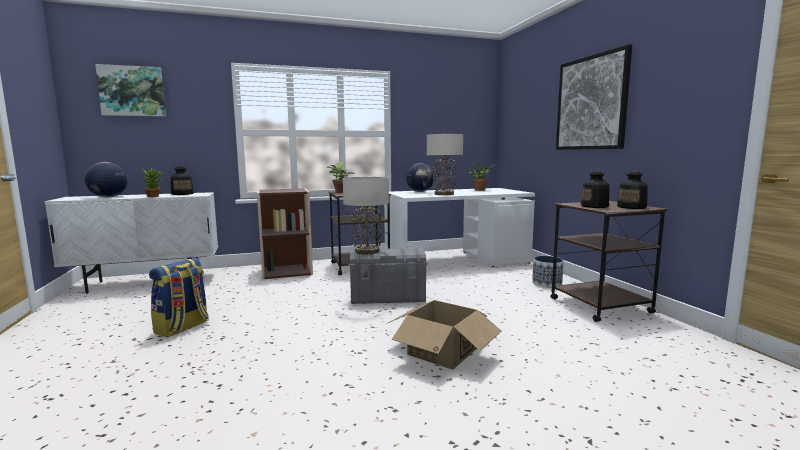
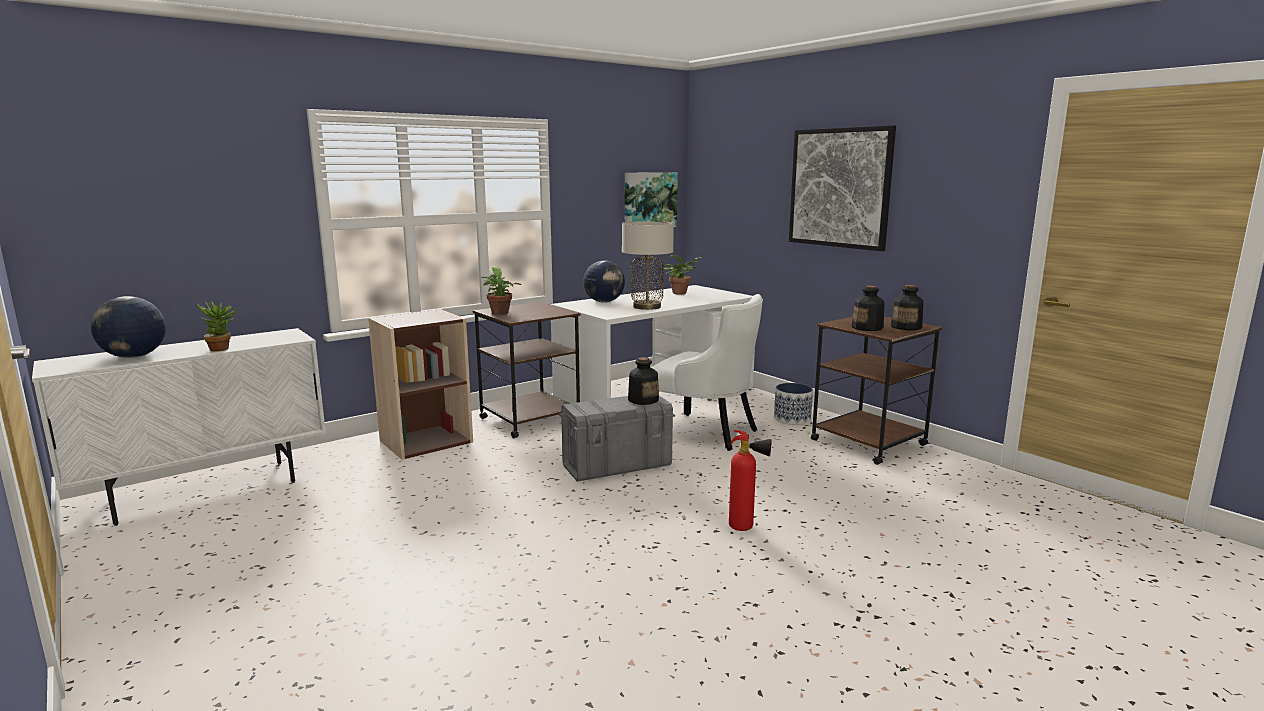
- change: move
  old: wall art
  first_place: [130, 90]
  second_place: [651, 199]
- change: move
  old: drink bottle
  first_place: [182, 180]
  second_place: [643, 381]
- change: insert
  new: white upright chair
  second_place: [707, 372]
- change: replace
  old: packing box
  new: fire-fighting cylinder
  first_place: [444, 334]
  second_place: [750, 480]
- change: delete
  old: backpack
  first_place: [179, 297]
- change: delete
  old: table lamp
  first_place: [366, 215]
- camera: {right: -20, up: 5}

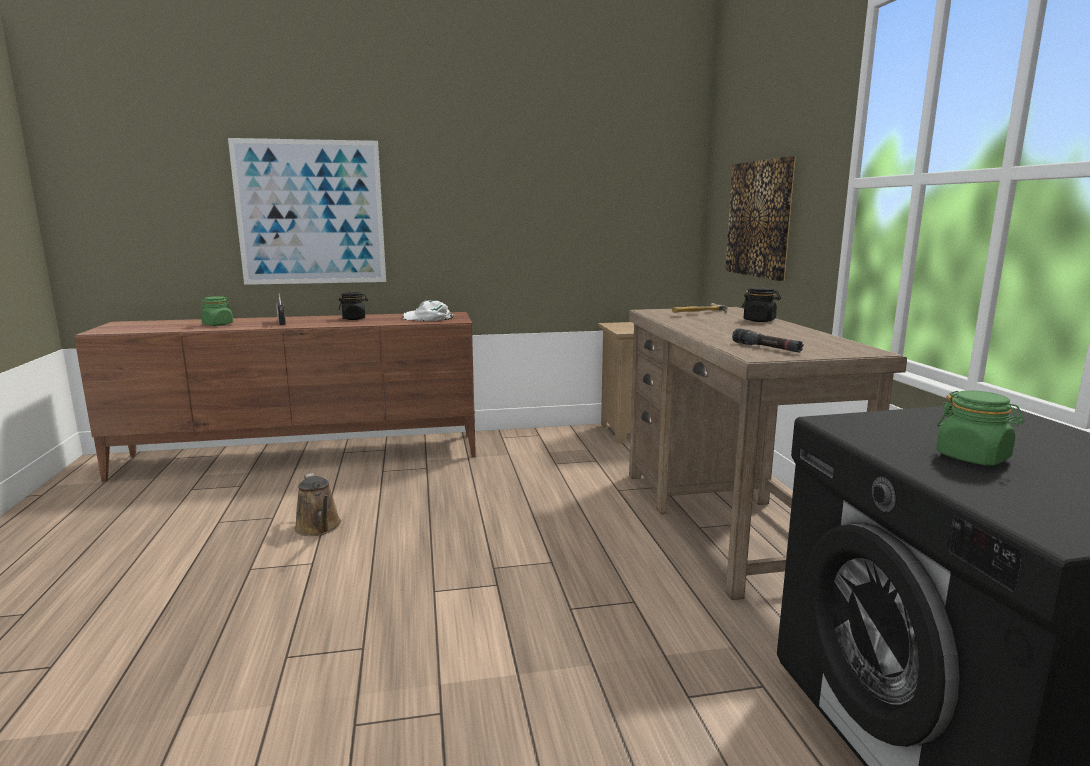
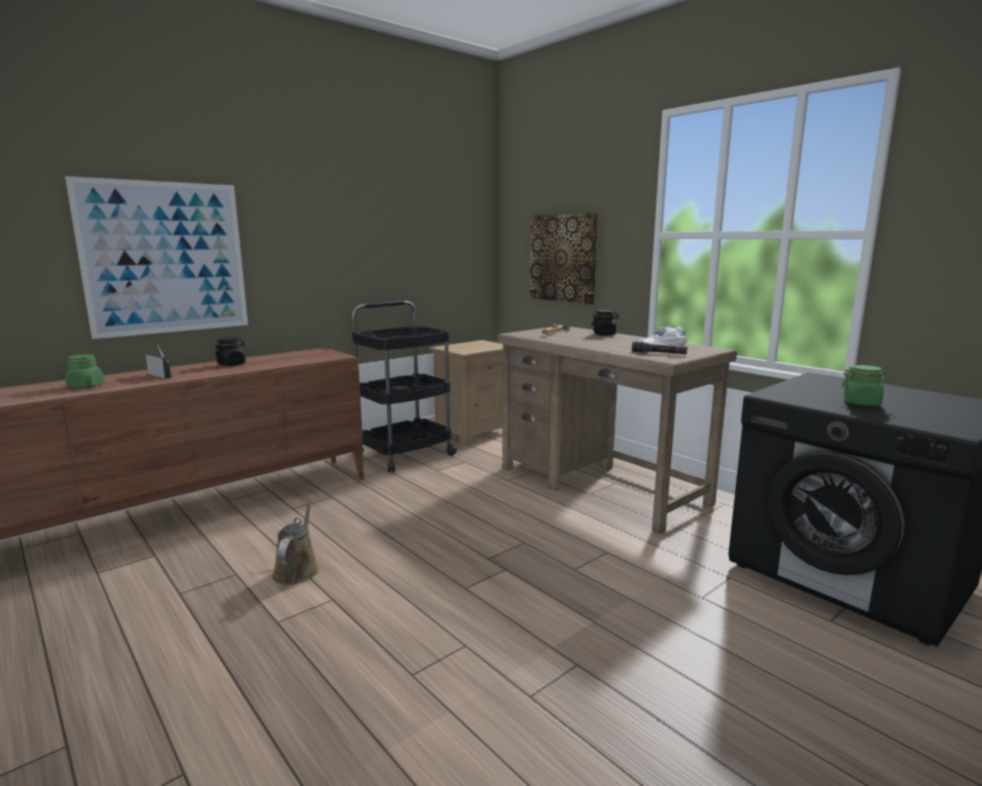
- change: rotate
  old: brown watering can
  first_place: [318, 504]
  second_place: [295, 539]
  degrees: -120
- change: insert
  new: black-coloured trolley
  second_place: [404, 386]
- change: move
  old: white baseball cap
  first_place: [428, 310]
  second_place: [663, 336]
- camera: {right: -30, up: 0}

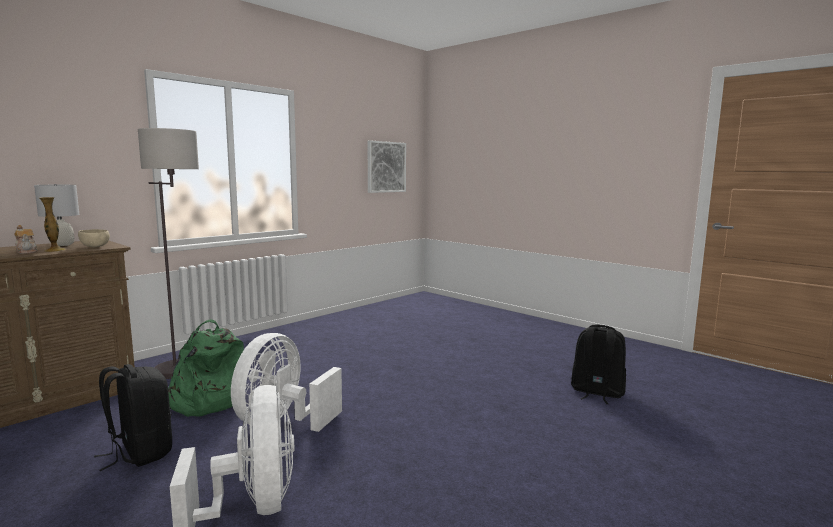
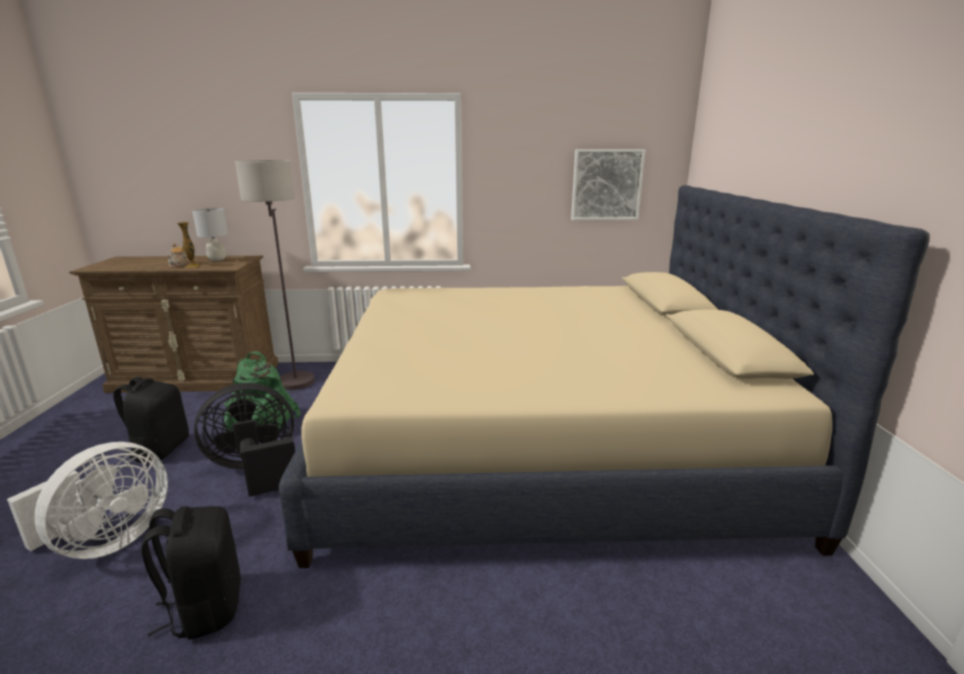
- change: move
  old: black-coloured backpack
  first_place: [598, 364]
  second_place: [191, 572]
- change: recolor
  old: white electric fan
  new: black-coloured electric fan
  first_place: [286, 382]
  second_place: [244, 440]
- change: insert
  new: beige bed
  second_place: [604, 376]
- change: delete
  old: beige bowl
  first_place: [94, 238]
- camera: {right: 45, up: 10}

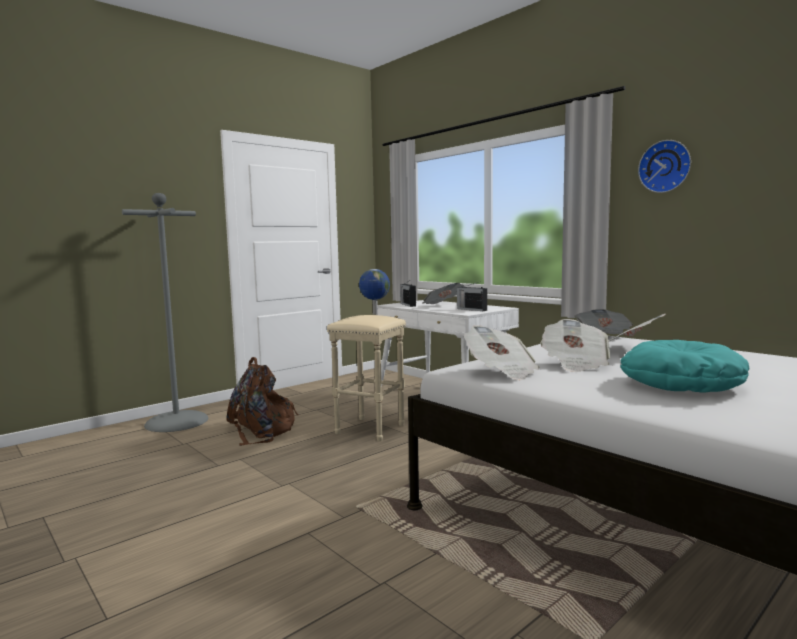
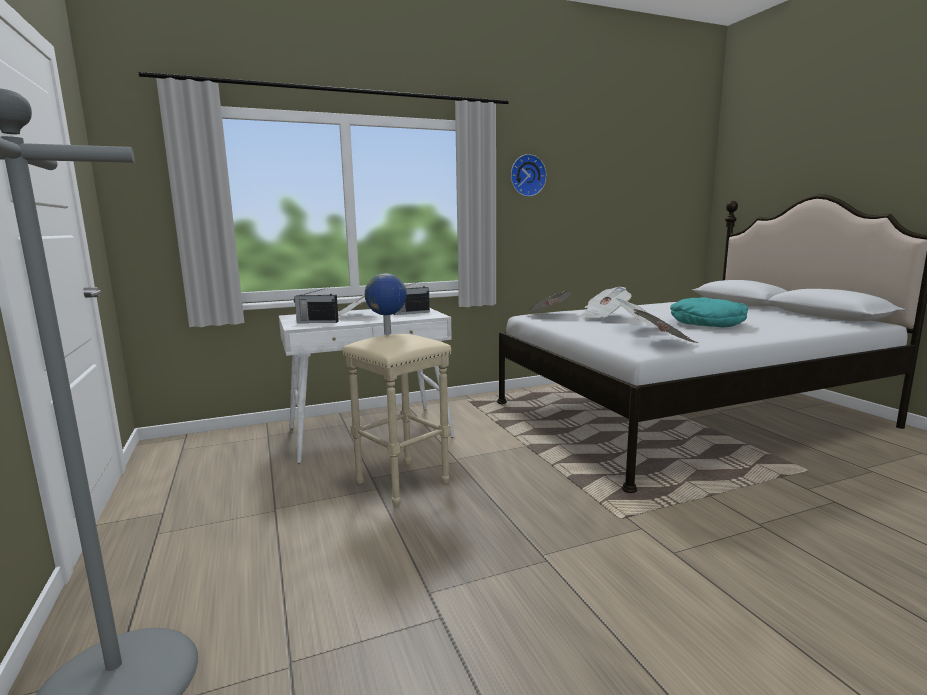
- change: delete
  old: brown backpack
  first_place: [262, 401]
- camera: {right: -70, up: 5}

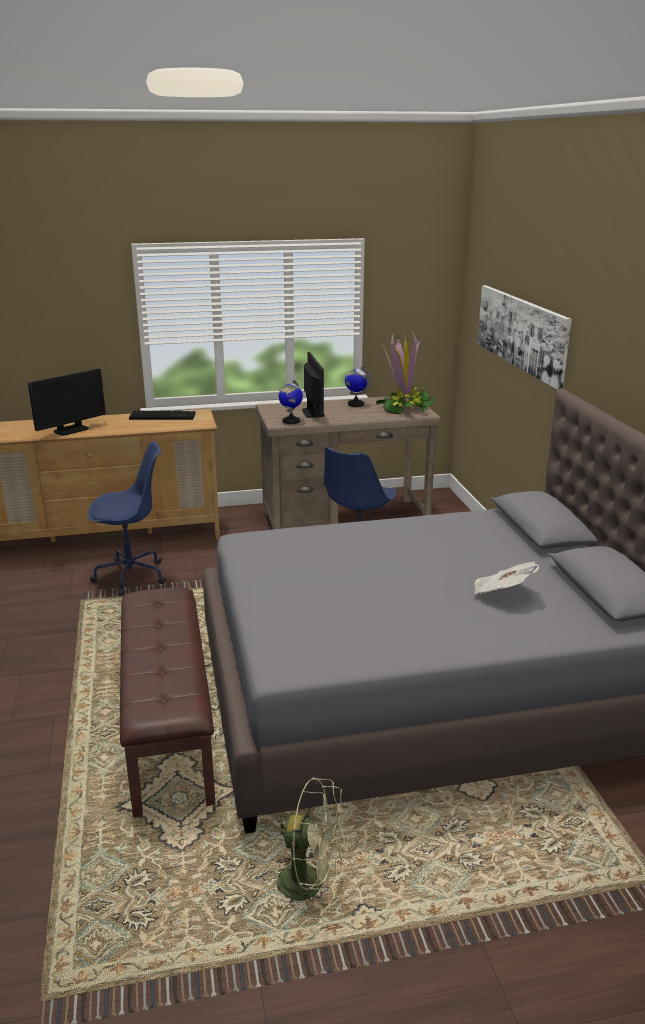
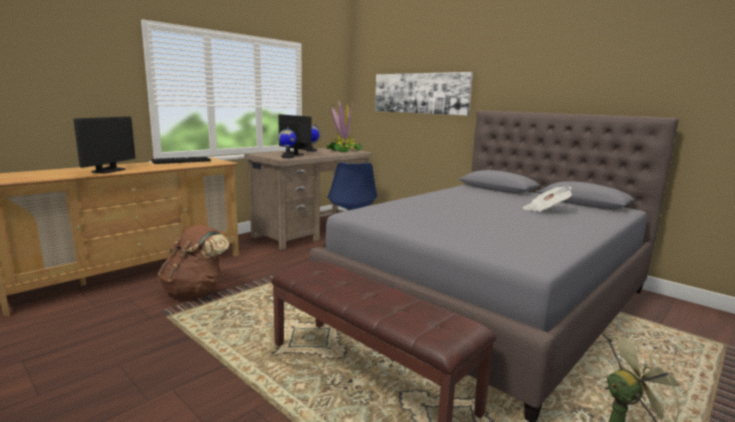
- change: replace
  old: blue-coloured office chair
  new: brown backpack
  first_place: [127, 518]
  second_place: [193, 260]
- camera: {right: -35, up: -10}

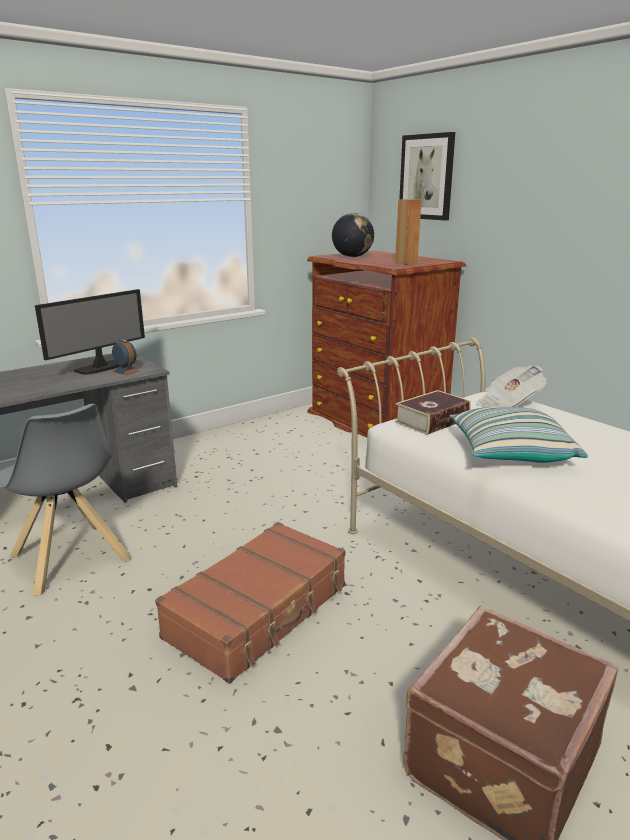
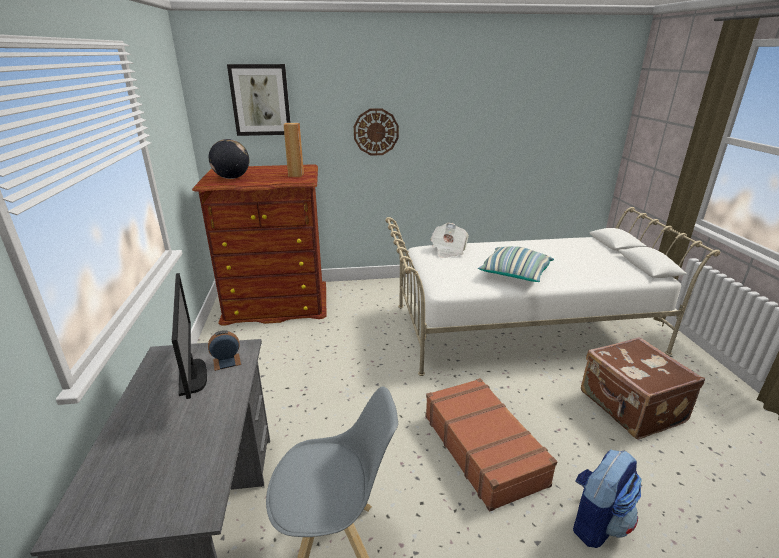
- change: insert
  new: wall clock
  second_place: [376, 132]
- change: insert
  new: backpack
  second_place: [607, 499]
- change: delete
  old: volume
  first_place: [433, 412]
- camera: {right: -60, up: 5}

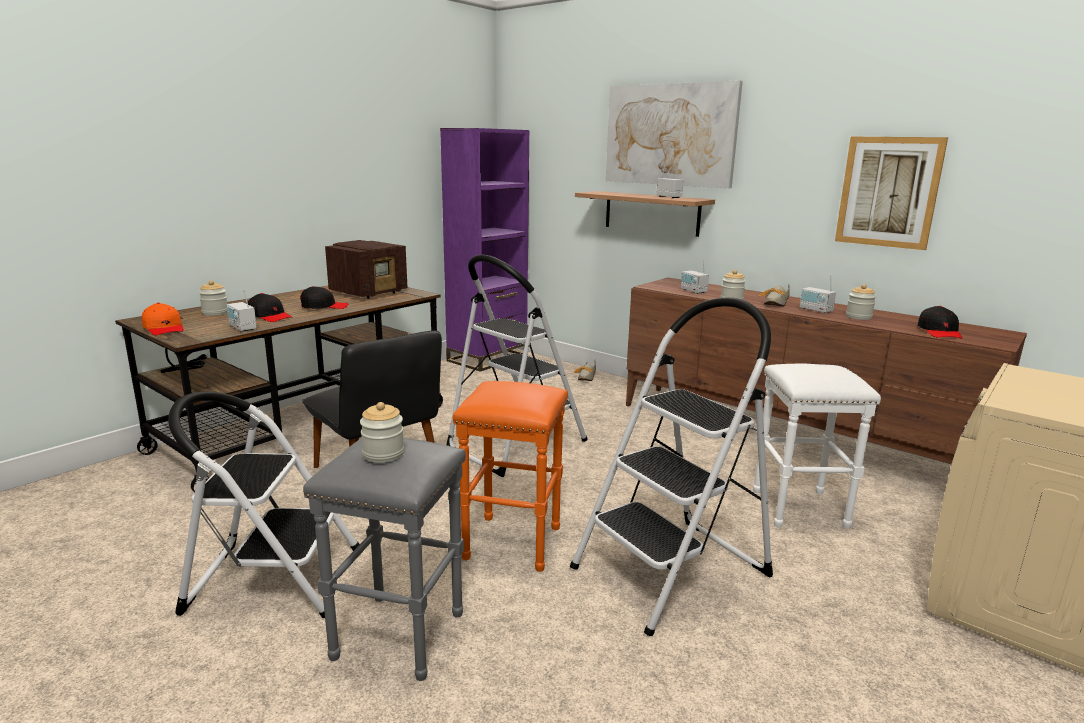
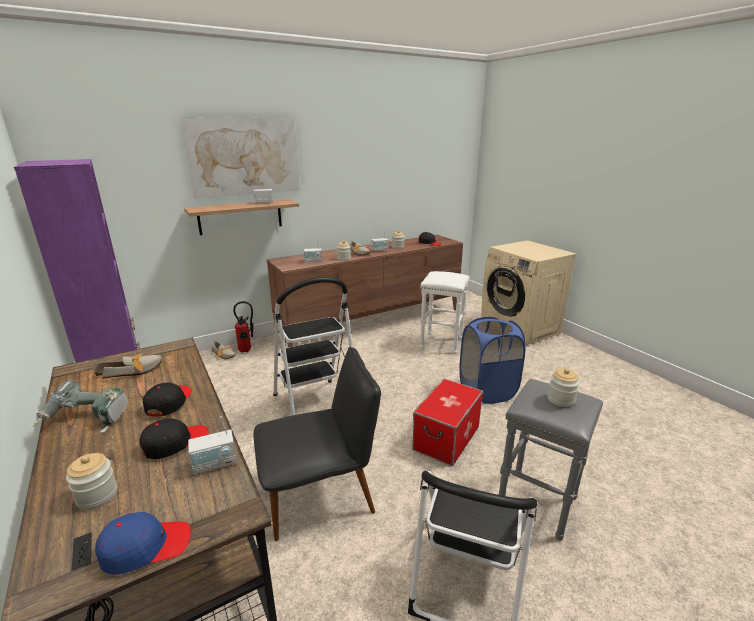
- change: insert
  new: power drill
  second_place: [80, 406]
- change: replace
  old: radio set
  new: item of footwear
  first_place: [366, 269]
  second_place: [127, 366]
- change: recolor
  old: orange baseball cap
  new: blue-coloured baseball cap
  first_place: [163, 319]
  second_place: [143, 543]
- change: insert
  new: fire-fighting cylinder
  second_place: [243, 327]
- change: replace
  old: orange stool
  new: storage box
  first_place: [510, 476]
  second_place: [447, 422]
- change: replace
  old: step ladder
  new: blue-coloured hamper
  first_place: [671, 466]
  second_place: [492, 360]
- change: delete
  old: wall art
  first_place: [891, 193]
- camera: {right: -70, up: 5}

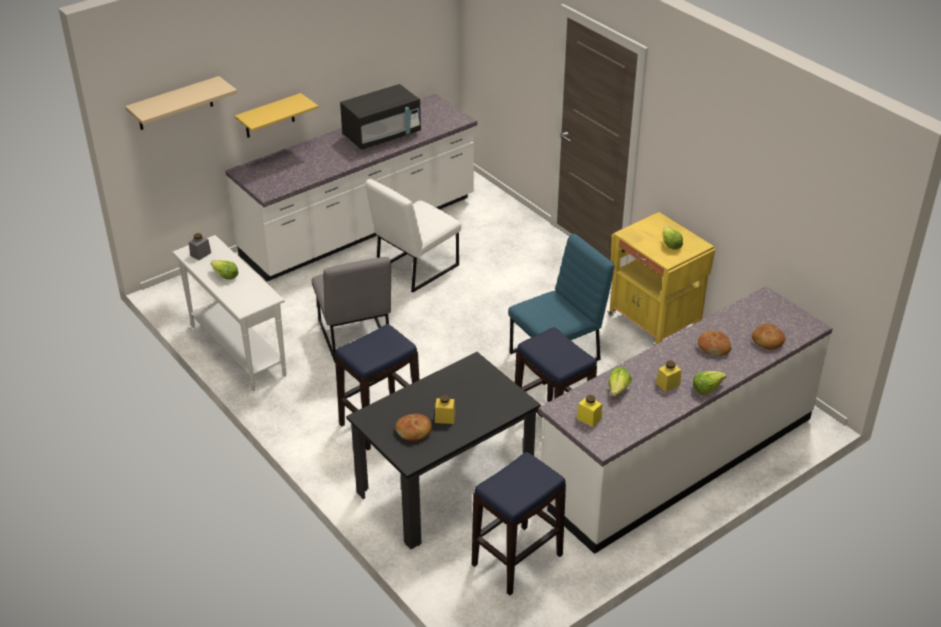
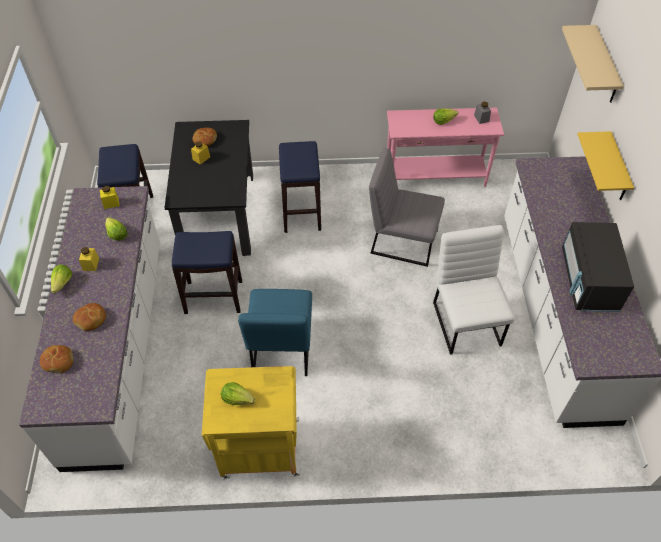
- change: recolor
  old: white hall table
  new: pink-coloured hall table
  first_place: [229, 313]
  second_place: [445, 147]
- camera: {right: 125, up: 15}

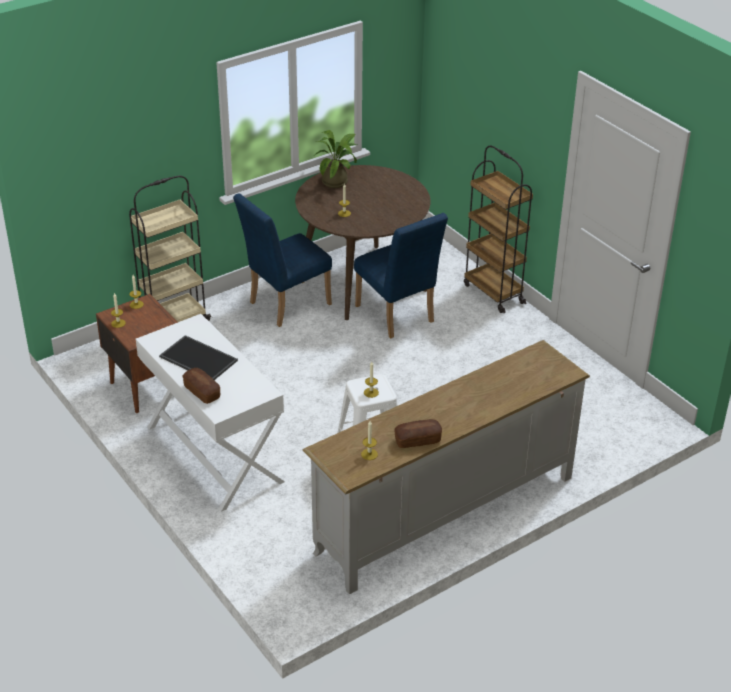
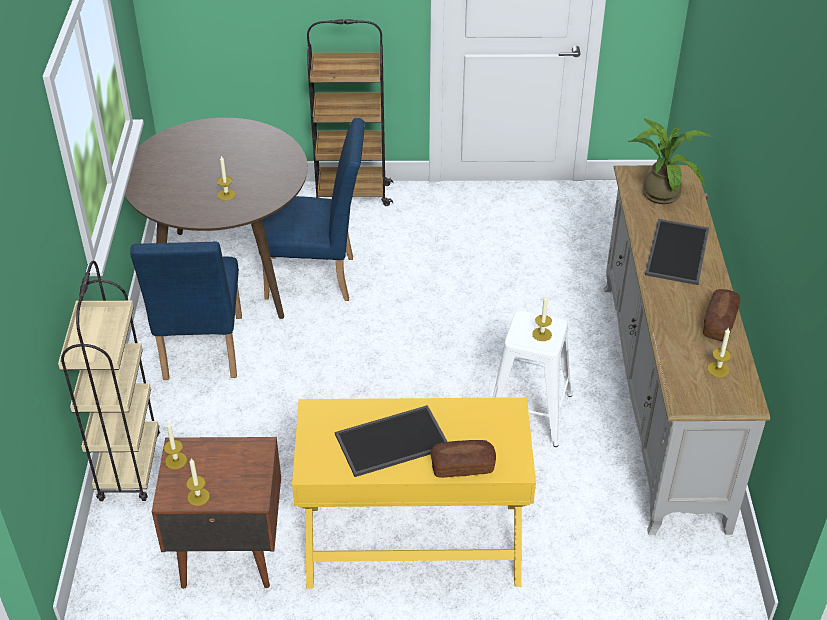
- change: recolor
  old: white hall table
  new: yellowish hall table
  first_place: [210, 413]
  second_place: [414, 493]
- change: move
  old: potted plant
  first_place: [335, 159]
  second_place: [670, 161]
- change: insert
  new: tray
  second_place: [677, 252]
- camera: {right: -55, up: 5}

